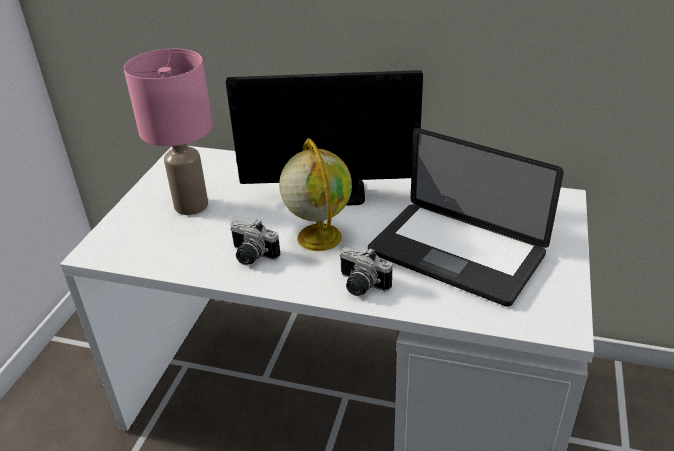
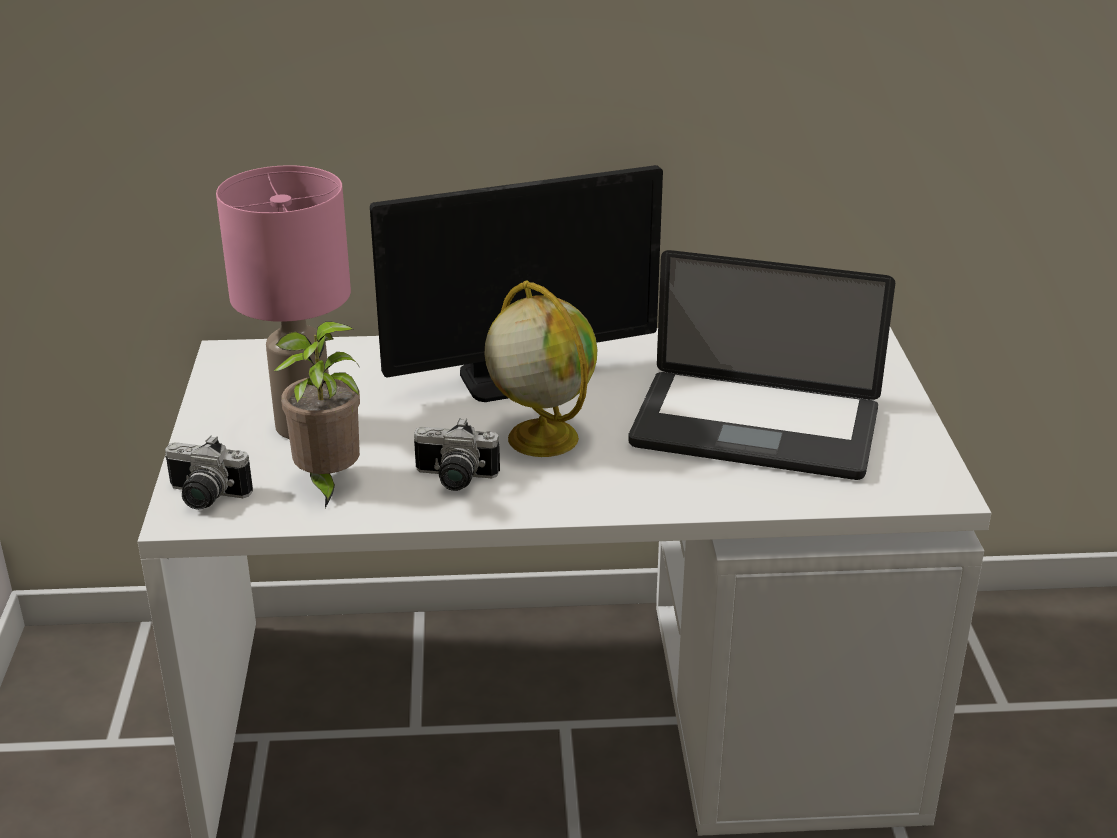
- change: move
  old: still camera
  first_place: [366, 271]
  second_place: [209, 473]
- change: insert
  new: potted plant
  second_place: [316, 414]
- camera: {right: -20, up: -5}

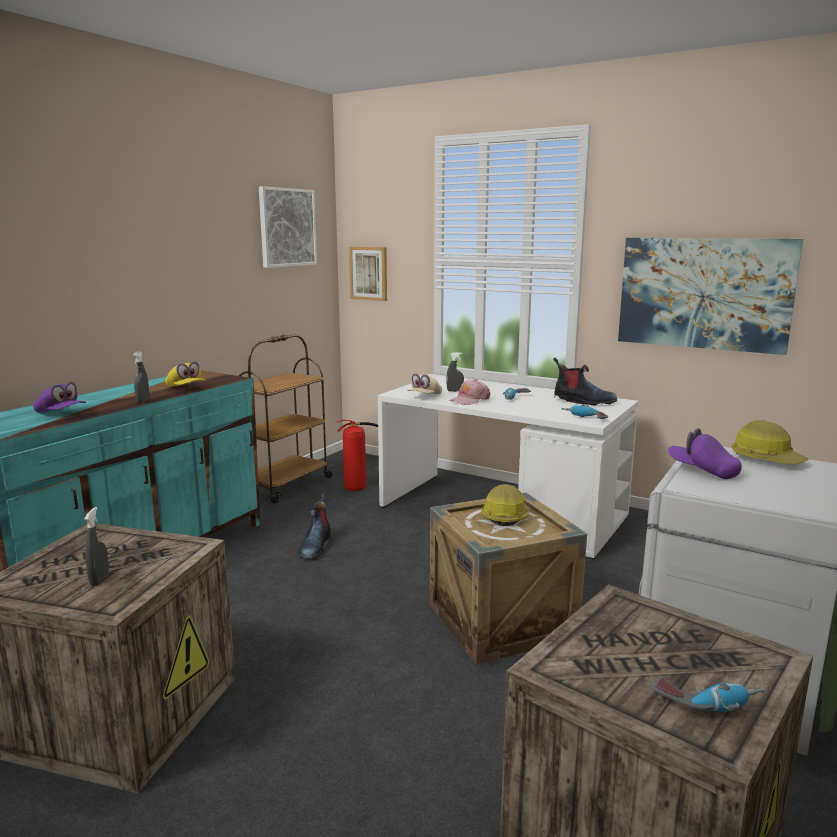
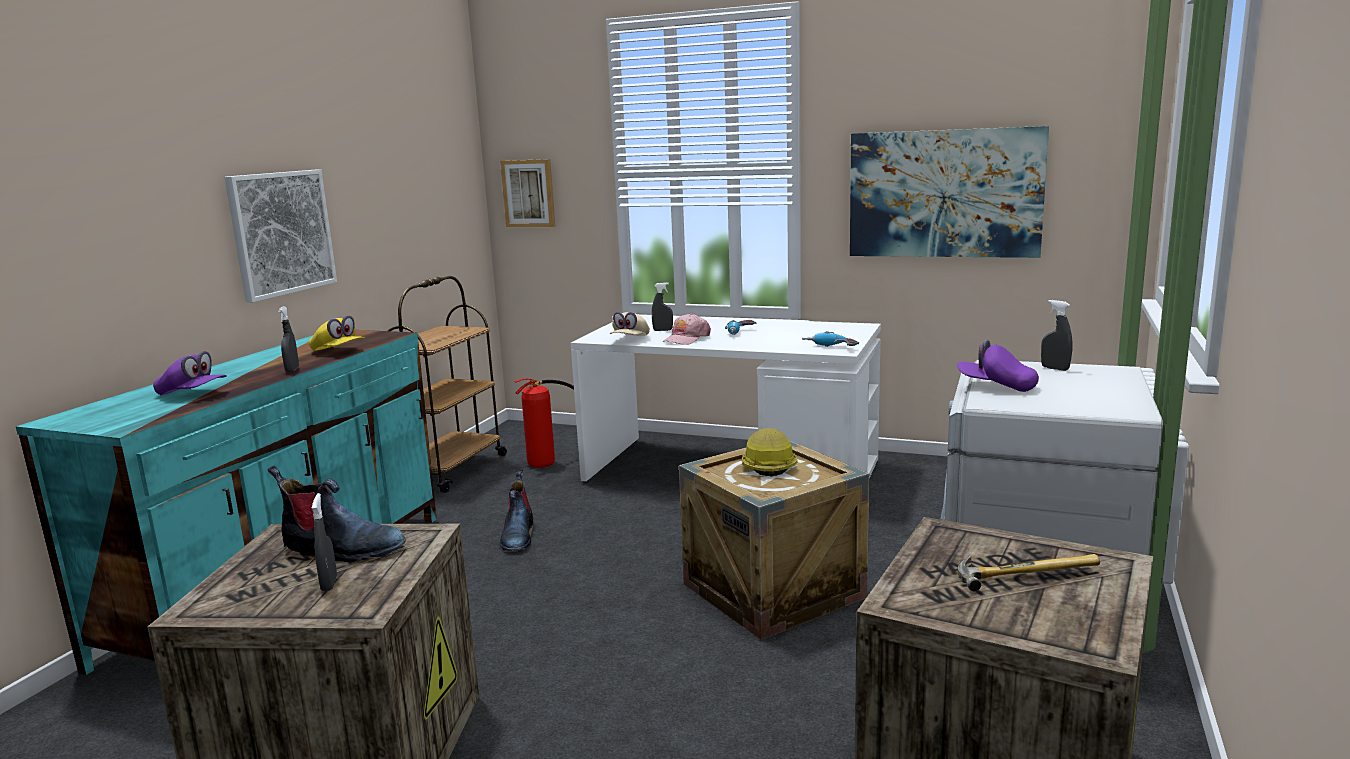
- change: move
  old: wall art
  first_place: [288, 227]
  second_place: [281, 235]
- change: move
  old: tall boot
  first_place: [585, 381]
  second_place: [337, 513]
- change: insert
  new: hammer
  second_place: [1029, 572]
- change: replace
  old: work helmet
  new: greyish spray bottle
  first_place: [770, 442]
  second_place: [1056, 335]
- change: delete
  old: power drill
  first_place: [708, 694]
- camera: {right: -10, up: 0}

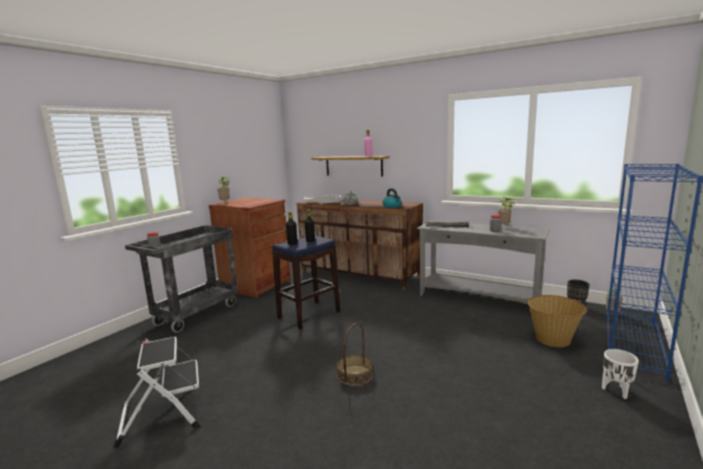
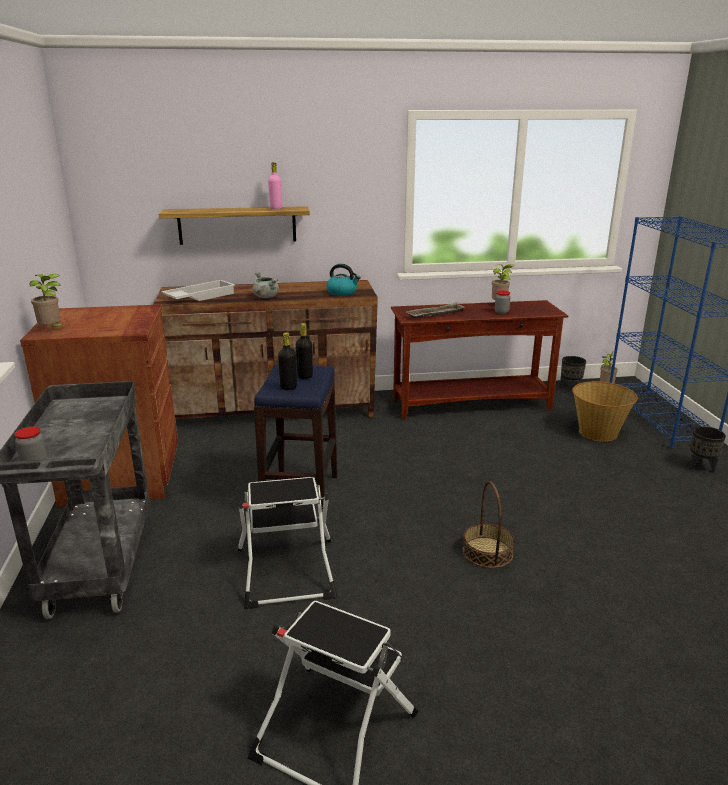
- change: insert
  new: step ladder
  second_place: [287, 543]
- change: recolor
  old: greyish hall table
  new: brown hall table
  first_place: [483, 262]
  second_place: [479, 360]
- change: recolor
  old: white flower pot
  new: black-coloured flower pot
  first_place: [620, 374]
  second_place: [707, 449]
- camera: {right: -40, up: 10}

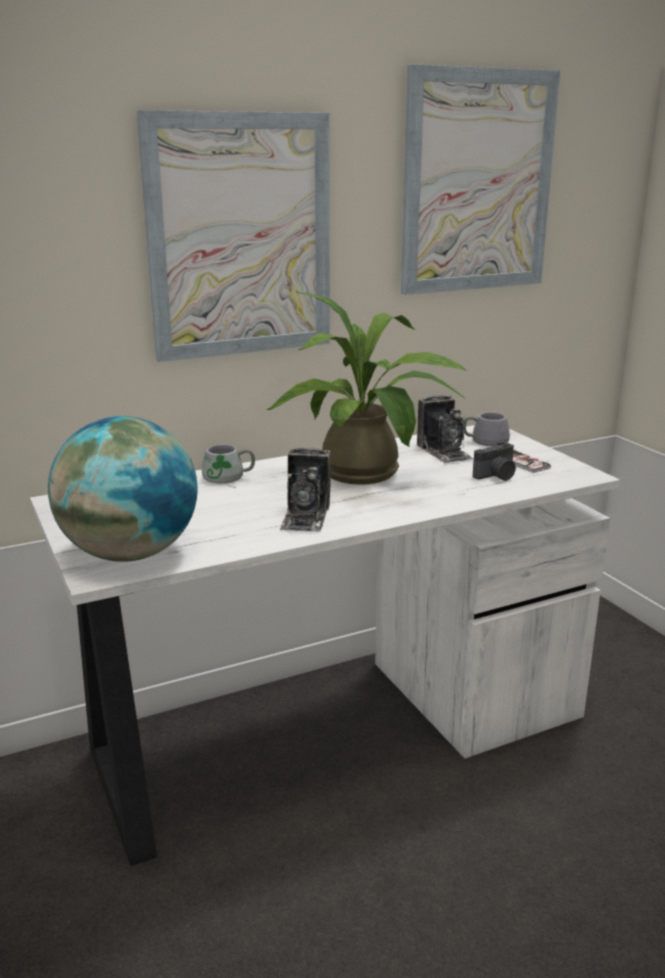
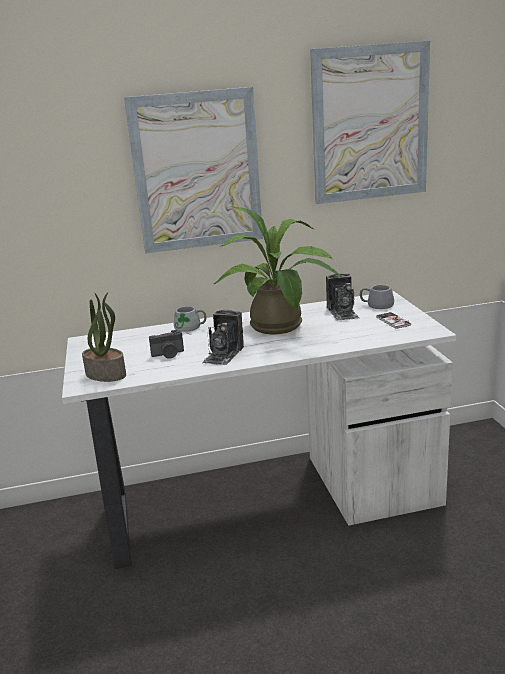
- change: replace
  old: globe
  new: potted plant
  first_place: [122, 489]
  second_place: [104, 337]
- change: move
  old: still camera
  first_place: [494, 461]
  second_place: [166, 344]
- camera: {right: 15, up: 0}

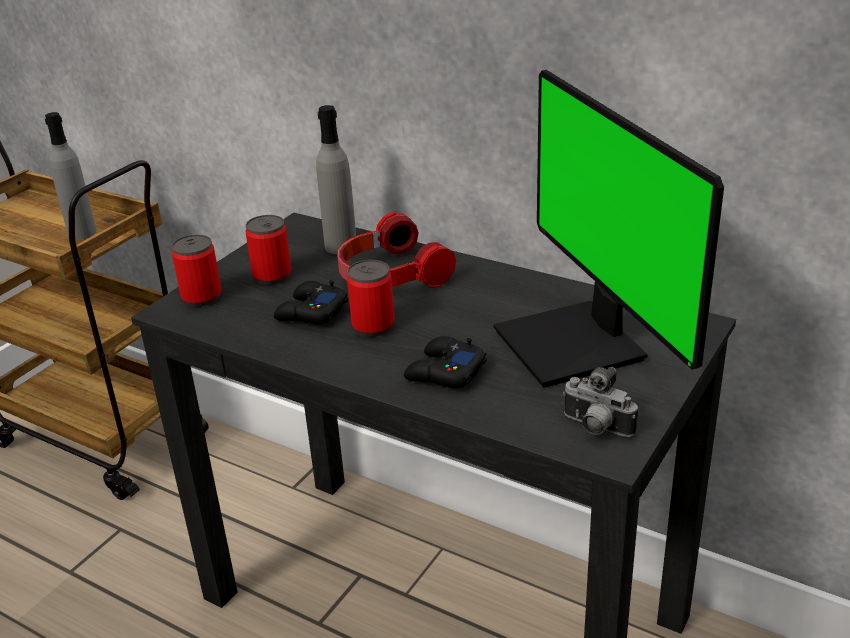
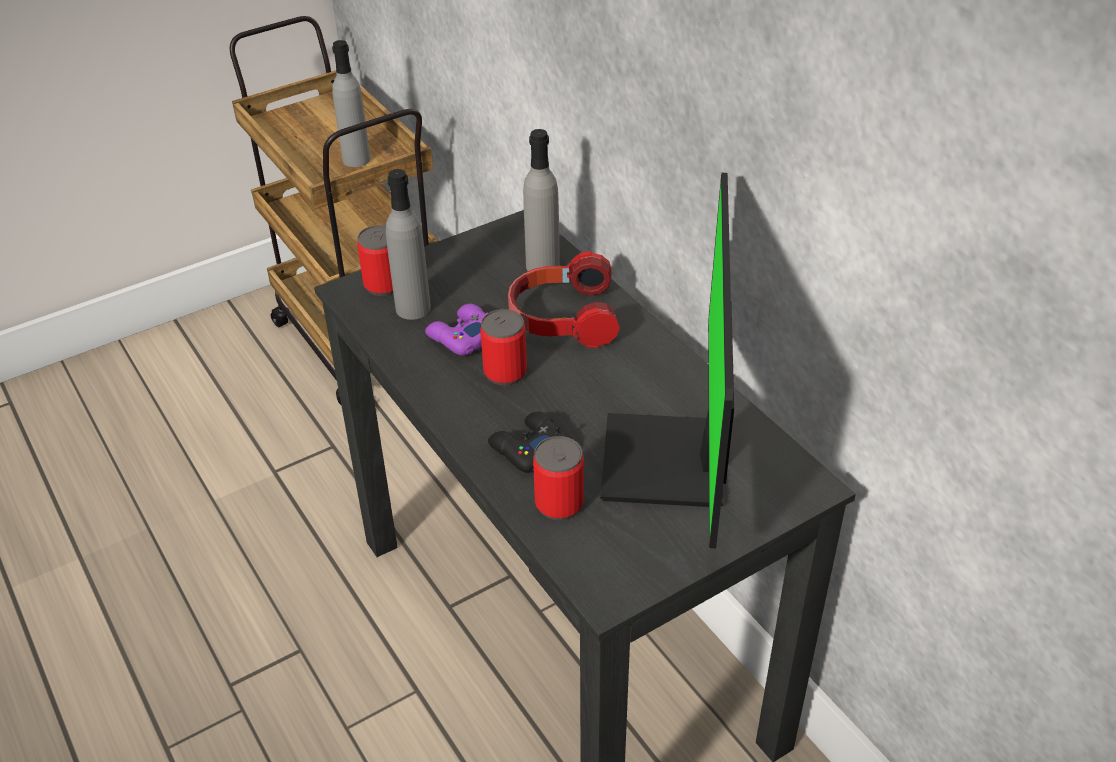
- change: insert
  new: greyish drink bottle
  second_place: [408, 244]
- change: recolor
  old: black-coloured joypad
  new: purple joypad
  first_place: [311, 302]
  second_place: [456, 329]
- change: move
  old: metal can
  first_place: [269, 250]
  second_place: [558, 478]
- change: delete
  old: still camera
  first_place: [600, 402]
- camera: {right: 25, up: 10}

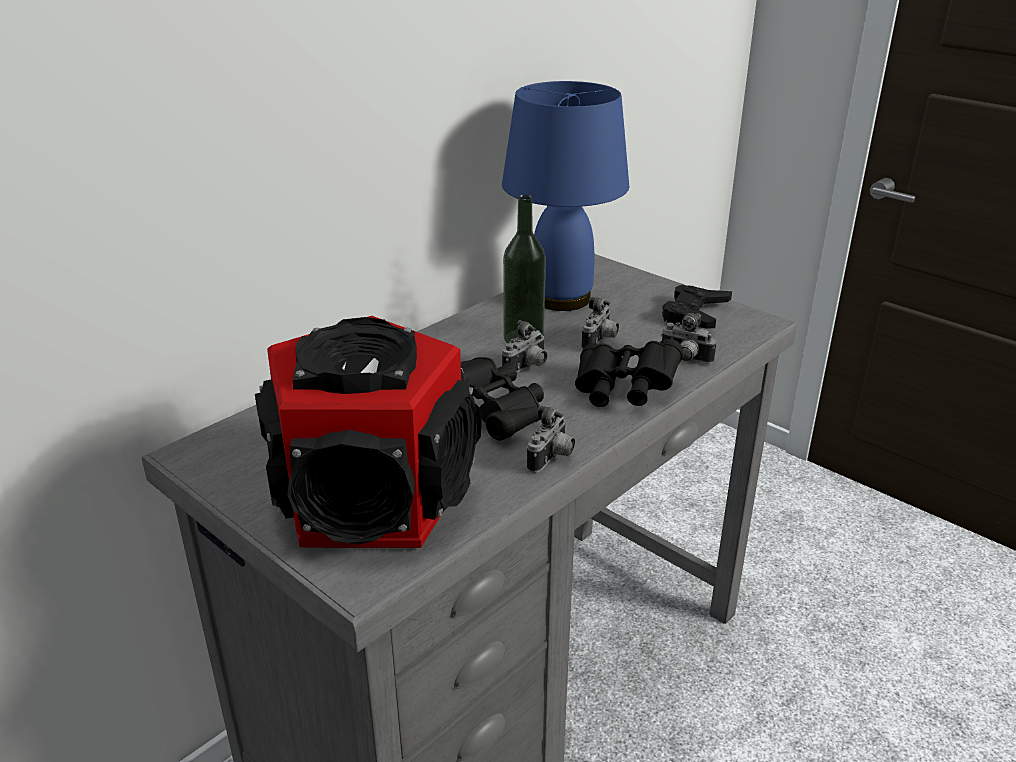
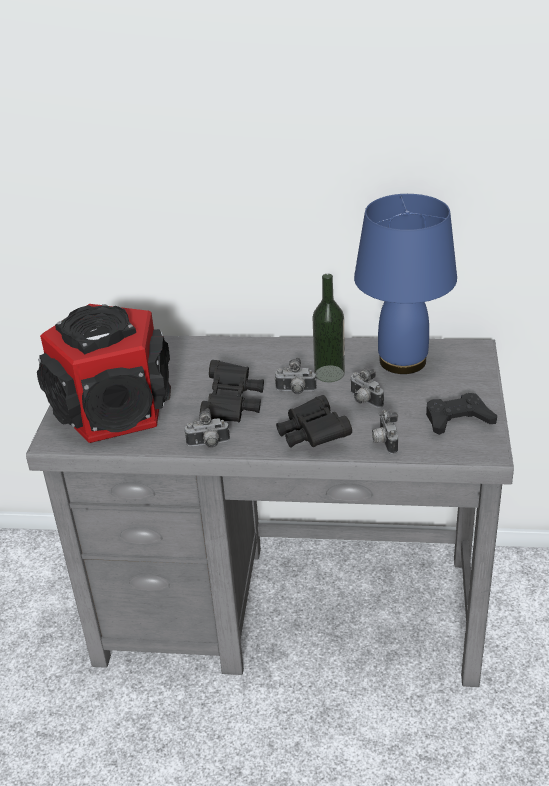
- change: rotate
  old: still camera
  first_place: [600, 323]
  second_place: [367, 388]
  degrees: 60
- camera: {right: 55, up: 5}

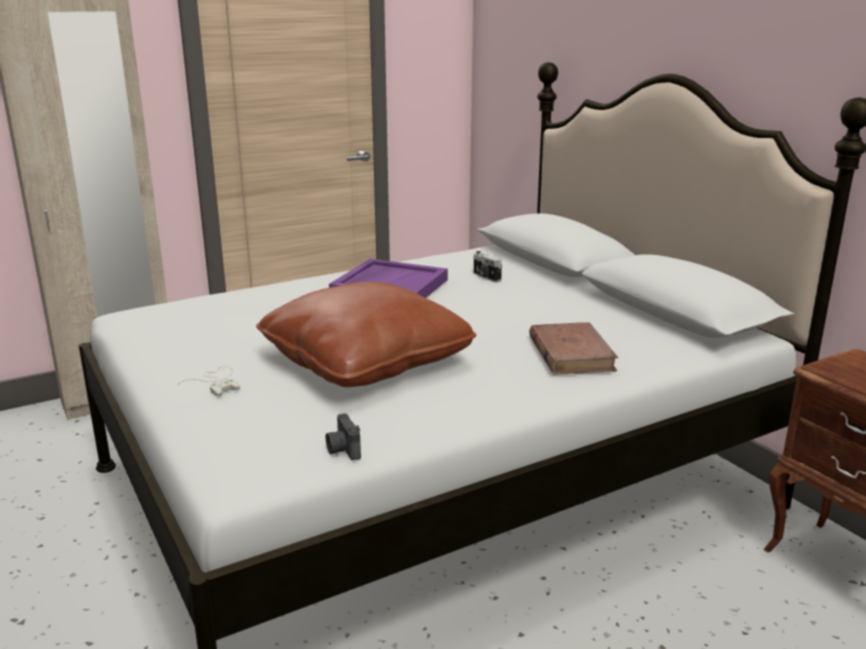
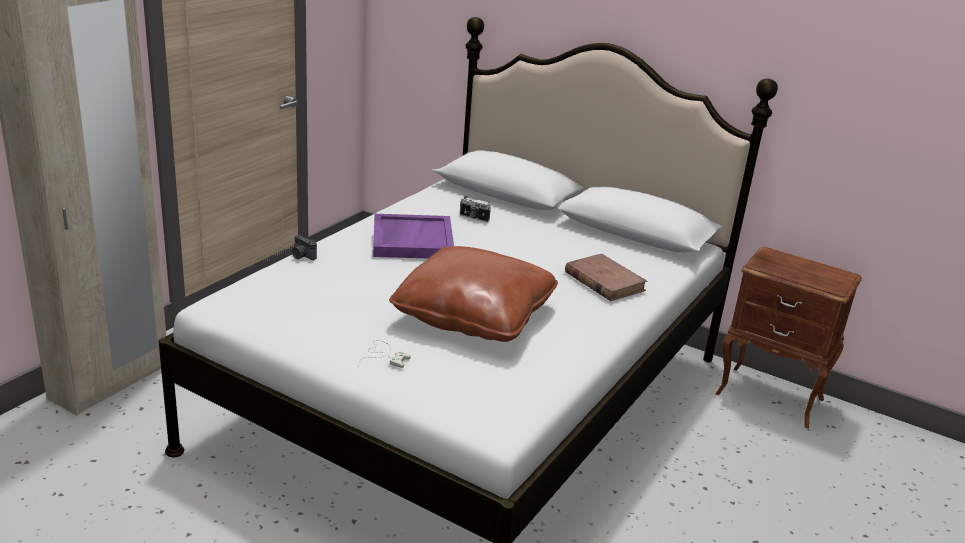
- change: move
  old: still camera
  first_place: [343, 436]
  second_place: [304, 247]
- camera: {right: -30, up: 5}

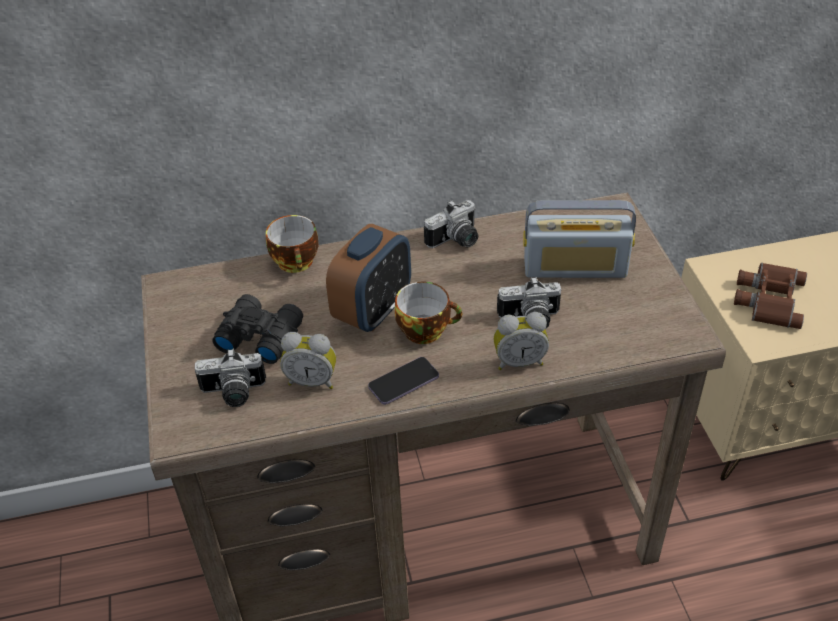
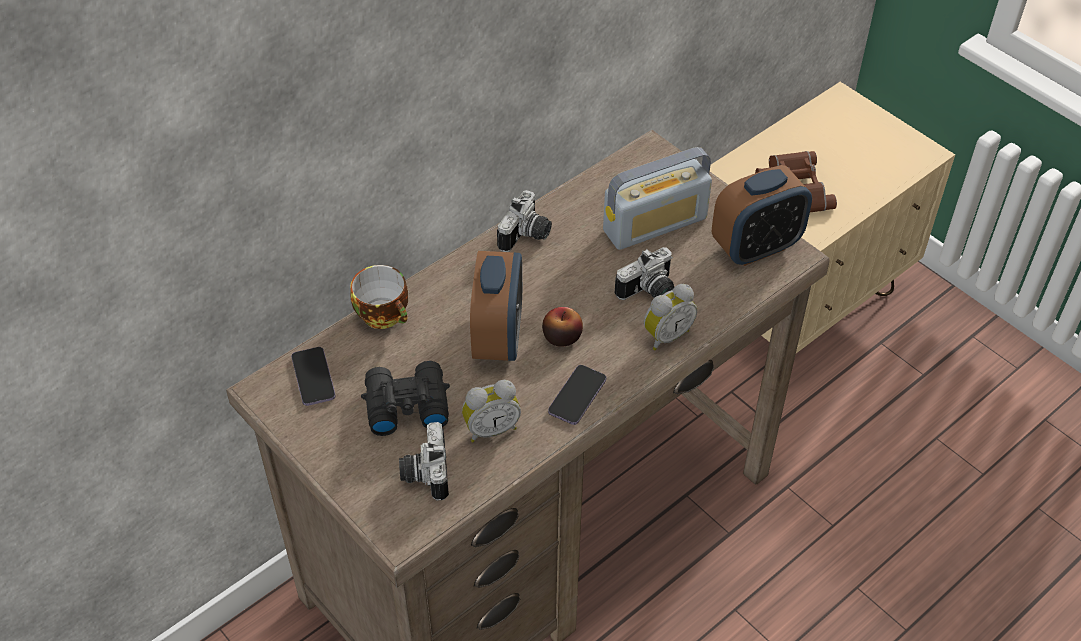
- change: insert
  new: phone
  second_place: [313, 376]
- change: rotate
  old: still camera
  first_place: [230, 377]
  second_place: [424, 461]
  degrees: 120
- change: replace
  old: cup
  new: whole apple
  first_place: [428, 312]
  second_place: [562, 327]
- change: insert
  new: bedside clock
  second_place: [762, 215]
- camera: {right: -30, up: 5}

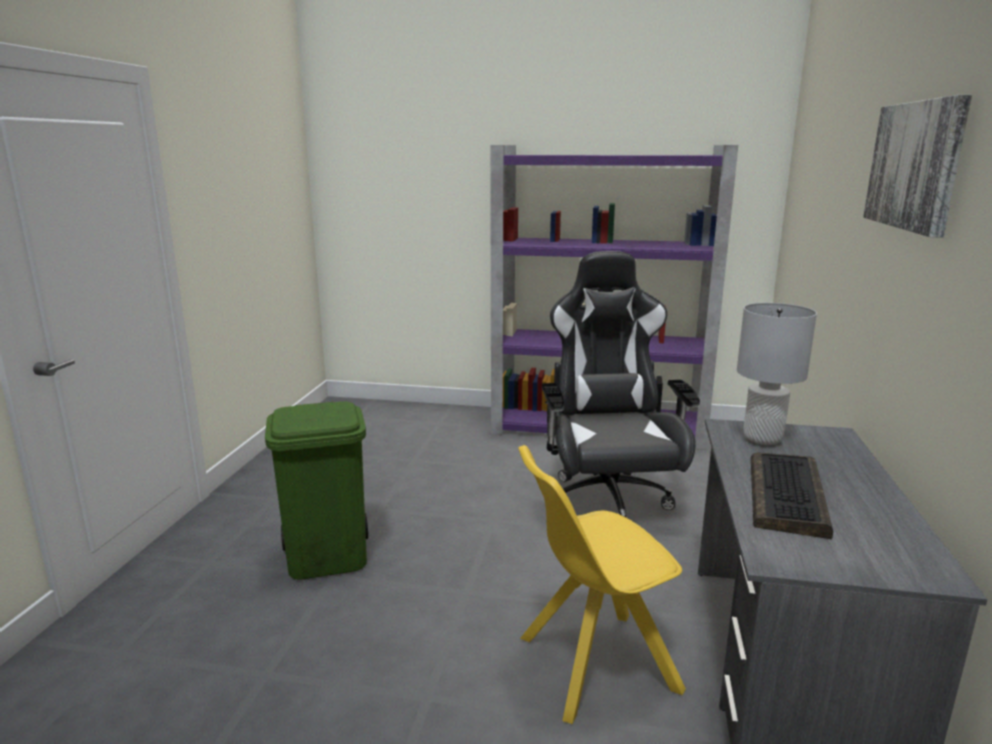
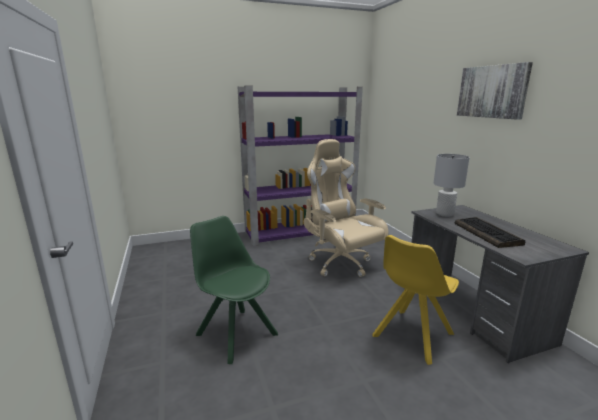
- change: replace
  old: green-coloured waste bin
  new: green-coloured upright chair
  first_place: [316, 491]
  second_place: [234, 290]
- change: recolor
  old: black-coloured office chair
  new: beige office chair
  first_place: [621, 384]
  second_place: [346, 208]
- camera: {right: -30, up: 0}

